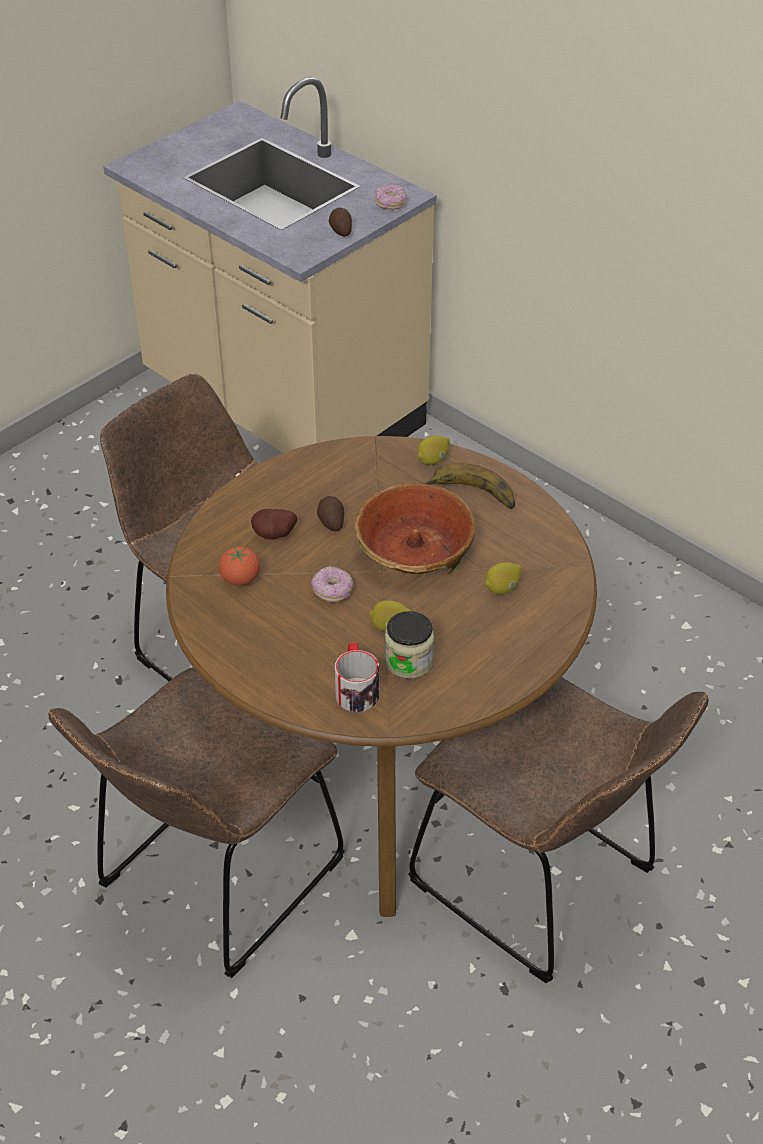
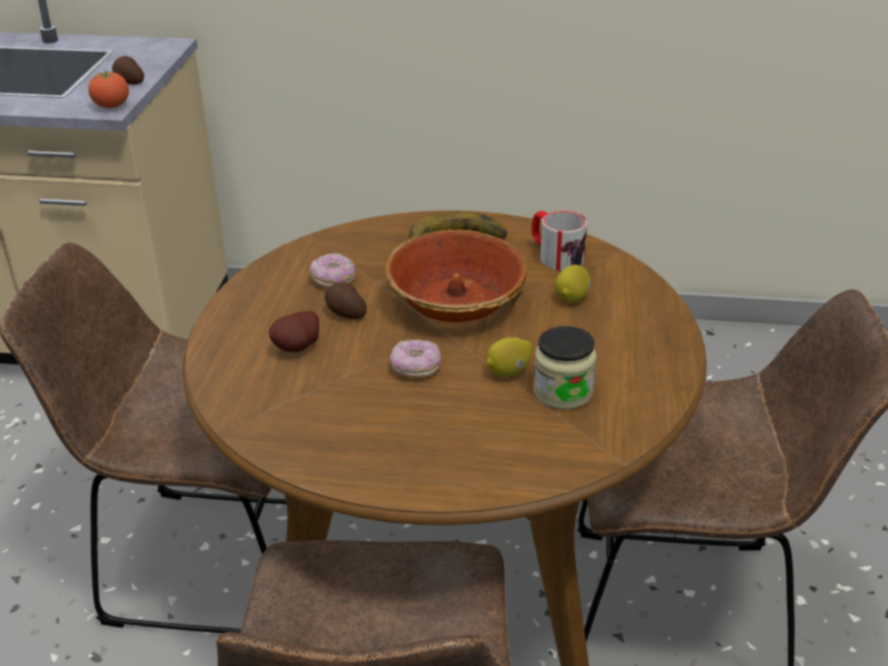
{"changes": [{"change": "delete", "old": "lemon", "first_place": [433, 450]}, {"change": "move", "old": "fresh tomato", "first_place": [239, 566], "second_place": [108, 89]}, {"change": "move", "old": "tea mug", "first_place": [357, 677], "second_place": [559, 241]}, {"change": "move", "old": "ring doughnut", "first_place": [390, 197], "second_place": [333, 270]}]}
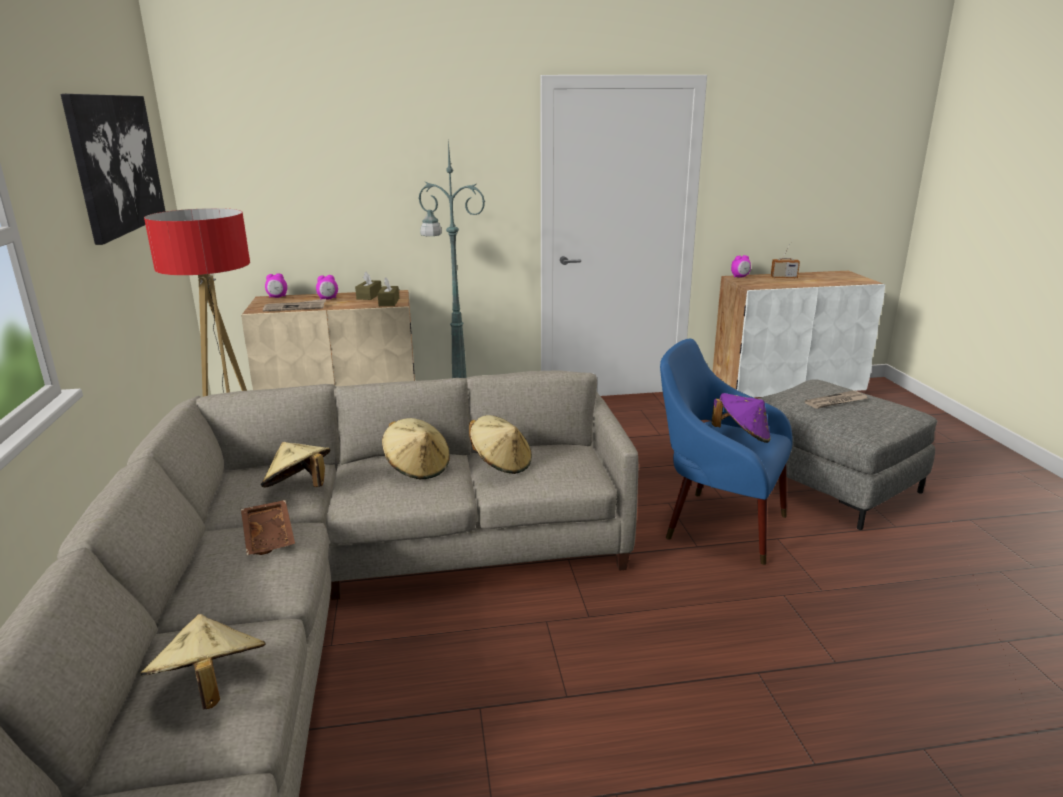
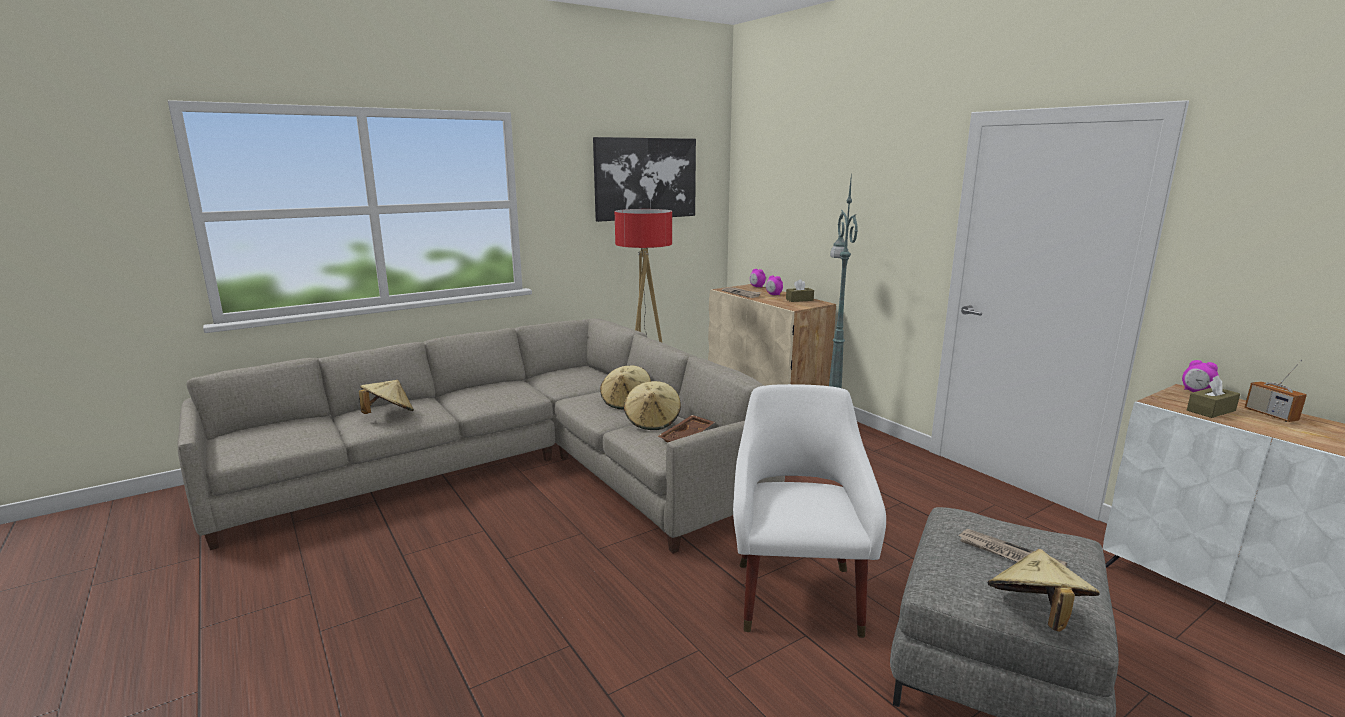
{"changes": [{"change": "delete", "old": "clothing hat/purple-coloured", "first_place": [741, 418]}, {"change": "move", "old": "tray/brown", "first_place": [268, 527], "second_place": [686, 428]}, {"change": "move", "old": "clothing hat/beige", "first_place": [295, 465], "second_place": [1044, 590]}, {"change": "move", "old": "tissue box/brown", "first_place": [388, 291], "second_place": [1213, 397]}, {"change": "recolor", "old": "lounge chair/bluish", "new": "lounge chair/white-coloured", "first_place": [726, 452], "second_place": [809, 511]}]}
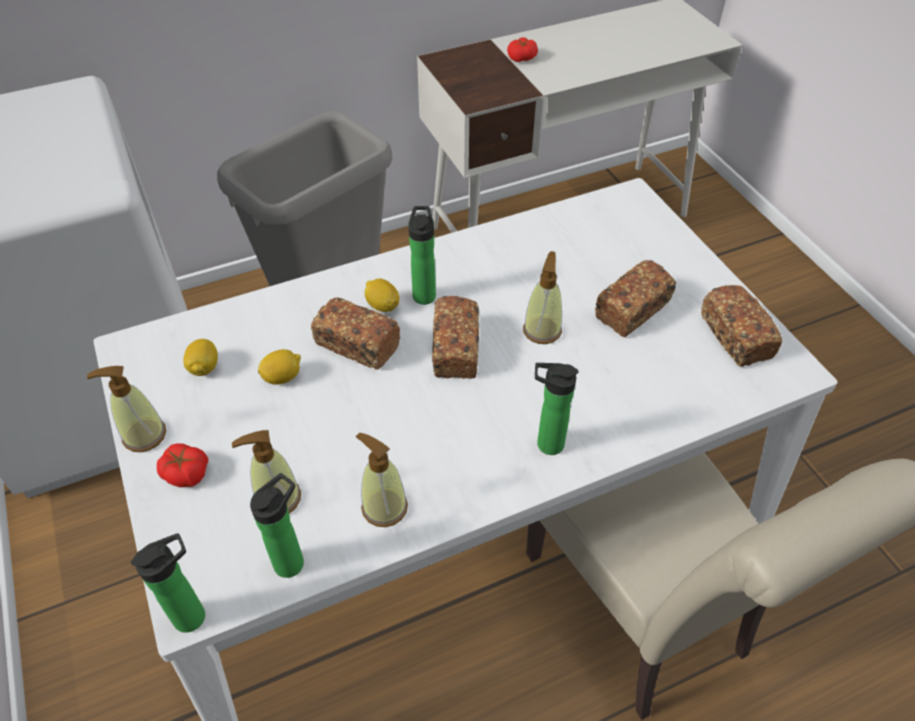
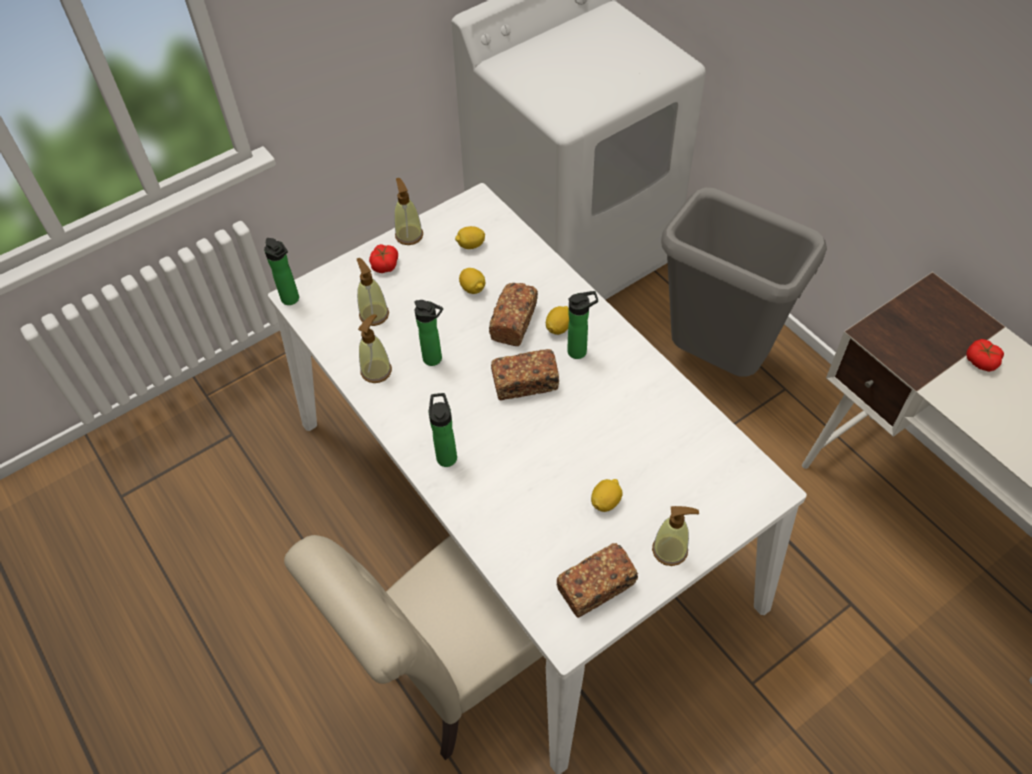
{"changes": [{"change": "move", "old": "drink bottle", "first_place": [277, 525], "second_place": [428, 333]}, {"change": "move", "old": "soap bottle", "first_place": [542, 297], "second_place": [675, 536]}, {"change": "replace", "old": "bread", "new": "lemon", "first_place": [635, 298], "second_place": [607, 495]}]}
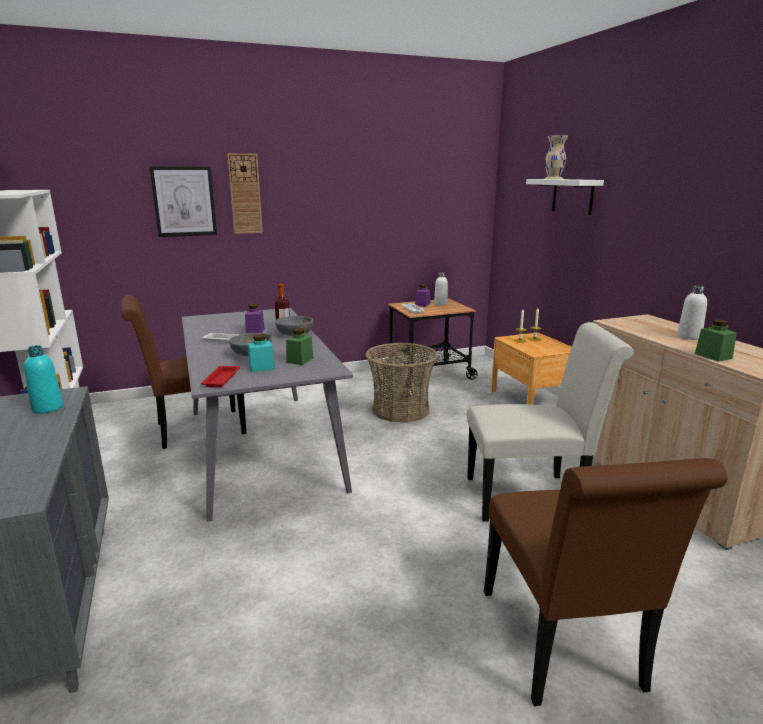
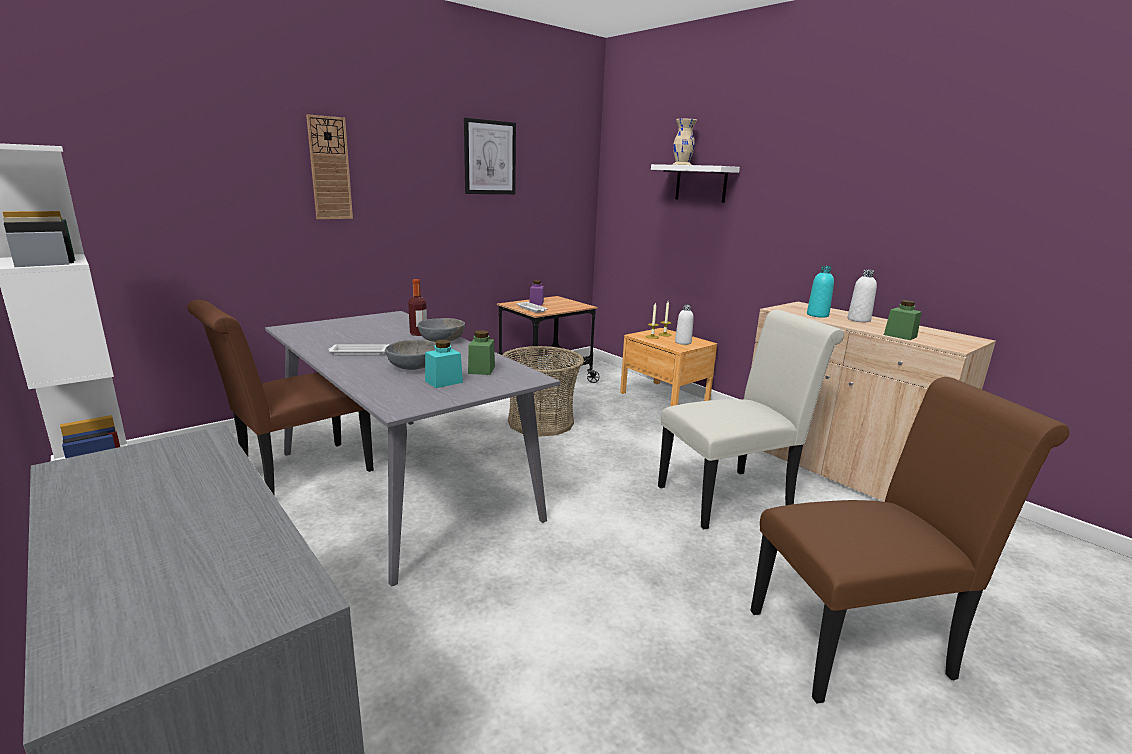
{"changes": [{"change": "delete", "old": "tray/red-coloured", "first_place": [220, 376]}, {"change": "delete", "old": "preserve jar/purple-coloured", "first_place": [255, 318]}, {"change": "move", "old": "drink bottle/blue-green", "first_place": [43, 379], "second_place": [820, 292]}, {"change": "move", "old": "wall picture", "first_place": [183, 201], "second_place": [490, 156]}, {"change": "move", "old": "drink bottle/white-coloured", "first_place": [441, 288], "second_place": [684, 324]}, {"change": "rotate", "old": "chair/brown", "first_place": [606, 582], "second_place": [909, 540], "degrees": -75}]}
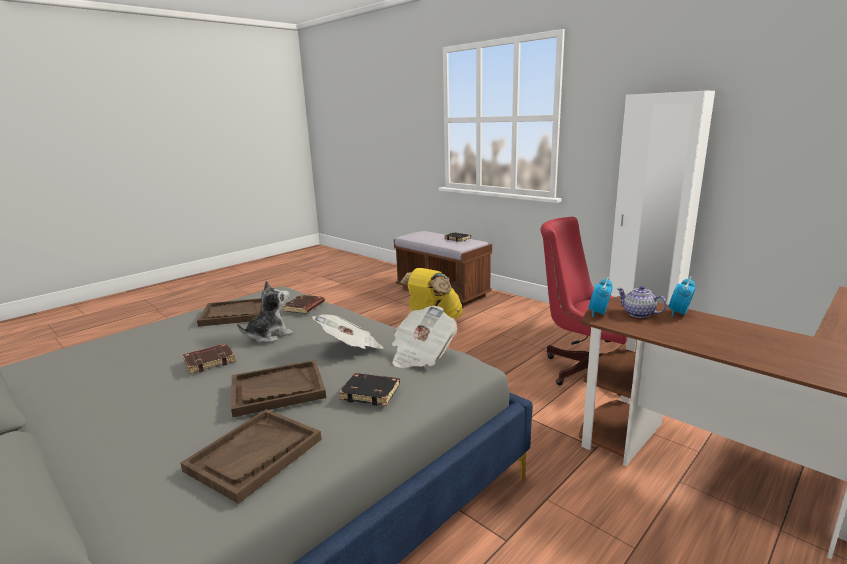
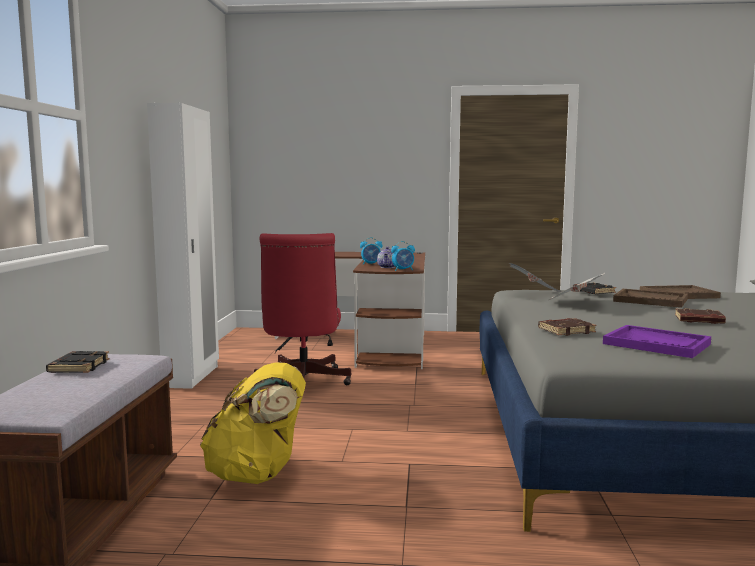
{"changes": [{"change": "delete", "old": "plush toy", "first_place": [265, 311]}, {"change": "recolor", "old": "tray/brown", "new": "tray/purple-coloured", "first_place": [230, 312], "second_place": [657, 341]}]}
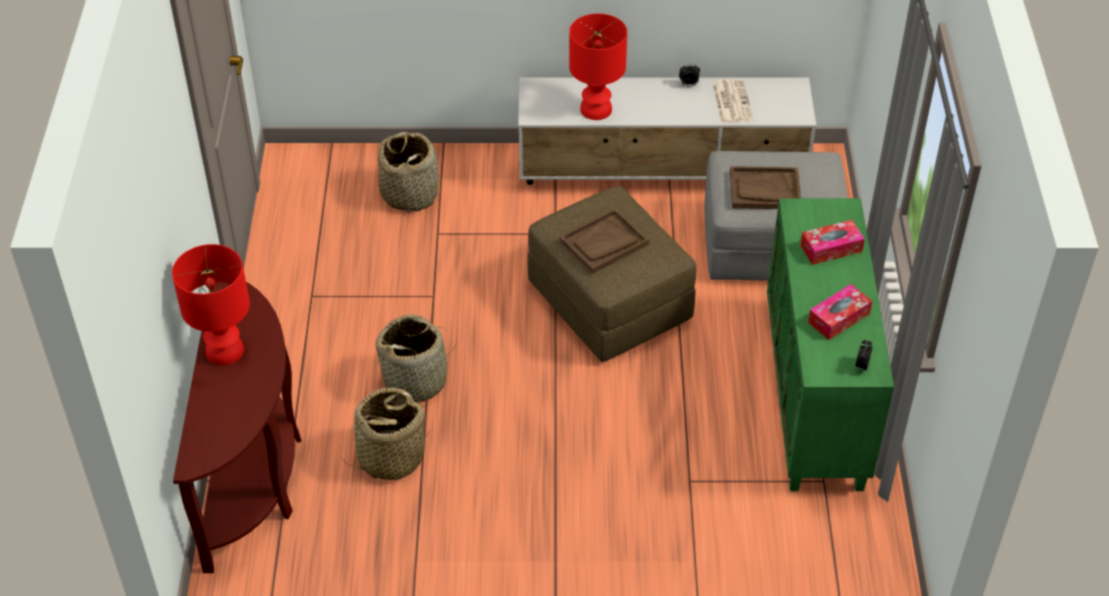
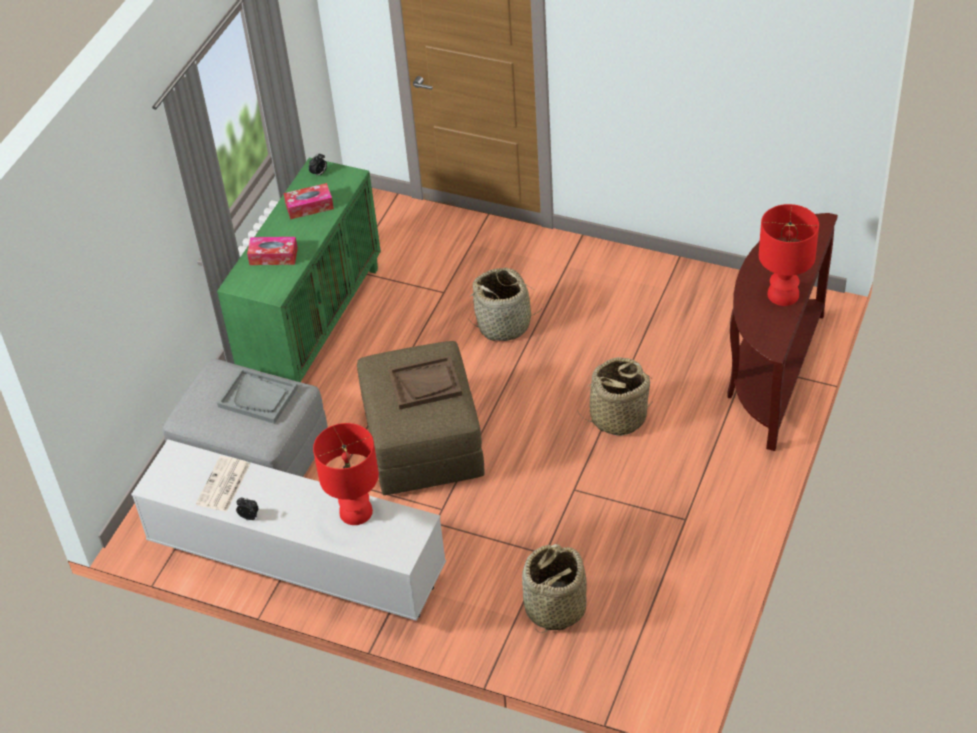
{"changes": [{"change": "move", "old": "storage basket", "first_place": [384, 434], "second_place": [506, 304]}, {"change": "recolor", "old": "tray/brown", "new": "tray/gray", "first_place": [765, 187], "second_place": [257, 396]}]}
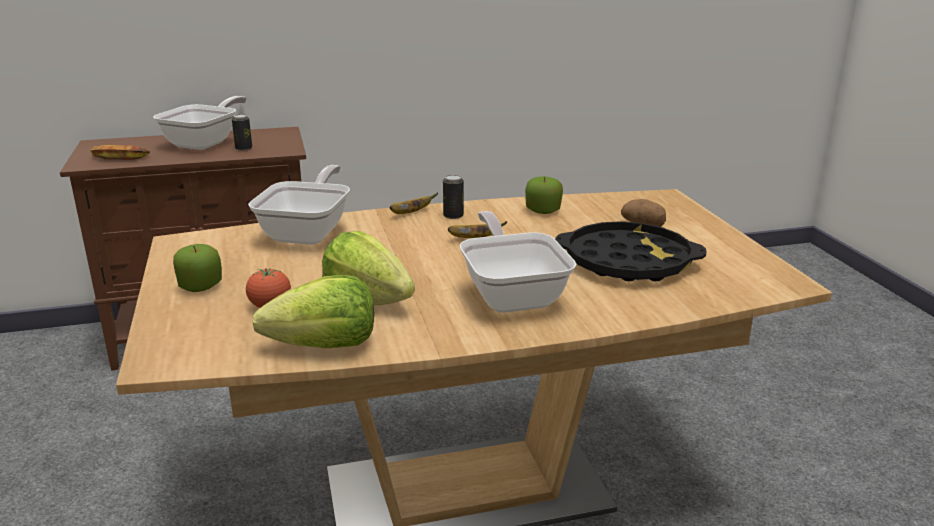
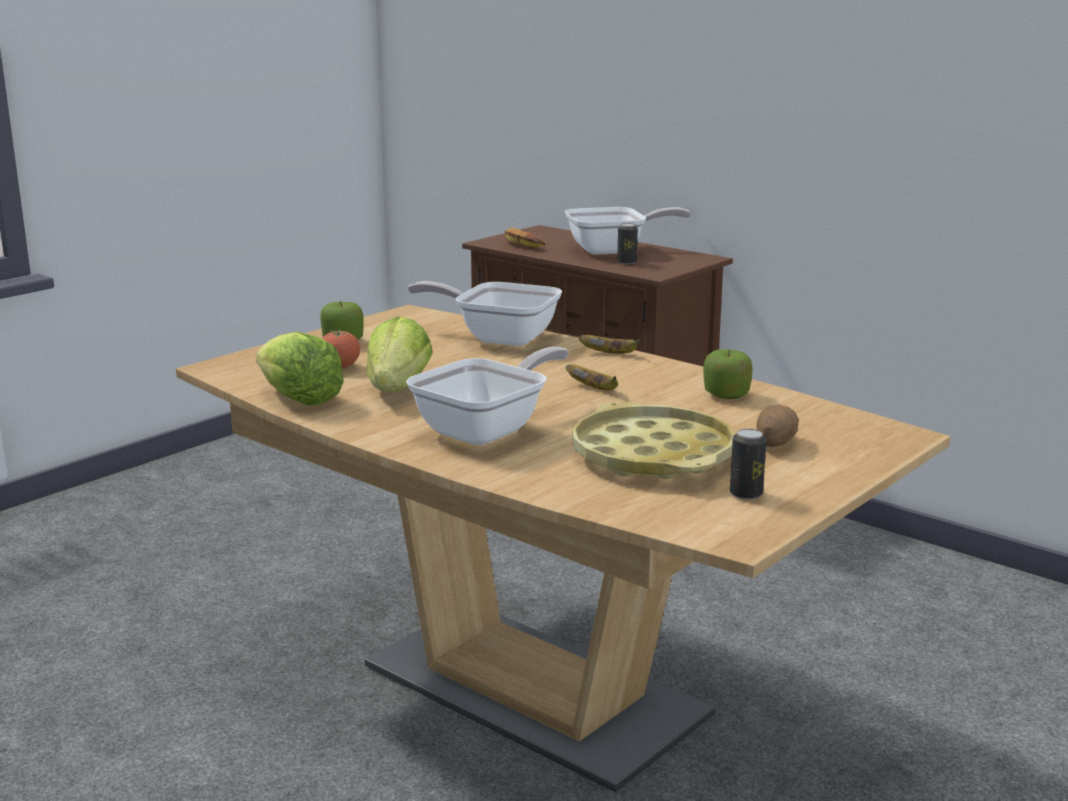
{"changes": [{"change": "move", "old": "sealed can", "first_place": [453, 197], "second_place": [748, 464]}, {"change": "recolor", "old": "tray/black", "new": "tray/yellow", "first_place": [630, 251], "second_place": [653, 440]}, {"change": "rotate", "old": "pan", "first_place": [299, 205], "second_place": [485, 313], "degrees": -135}]}
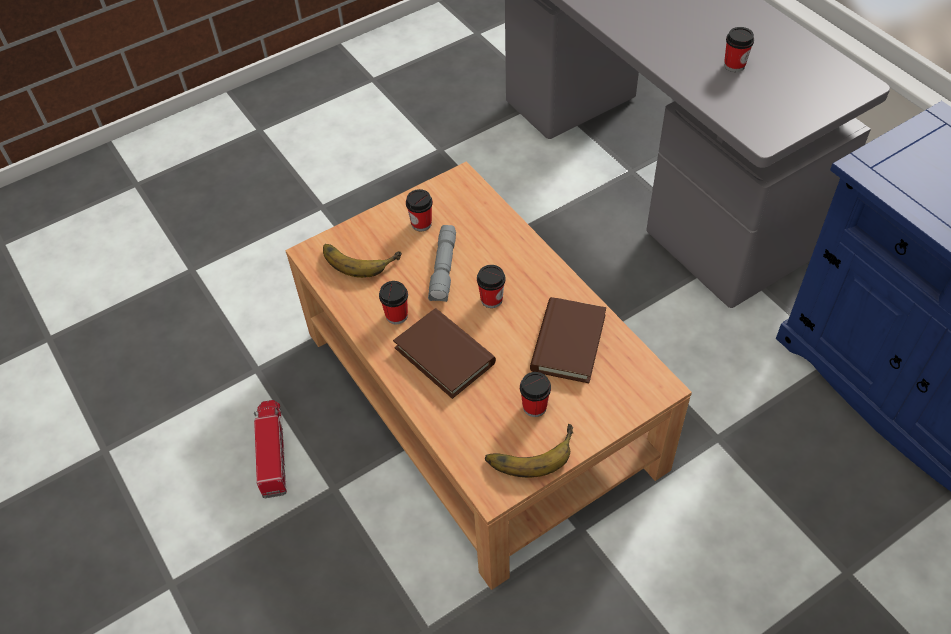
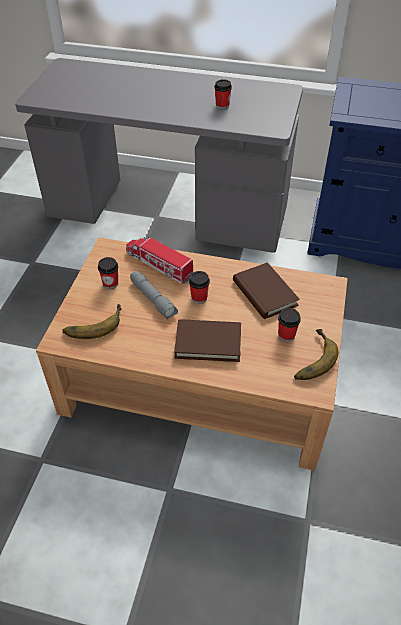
{"changes": [{"change": "delete", "old": "small cup", "first_place": [393, 302]}, {"change": "move", "old": "model truck", "first_place": [270, 449], "second_place": [159, 260]}]}
